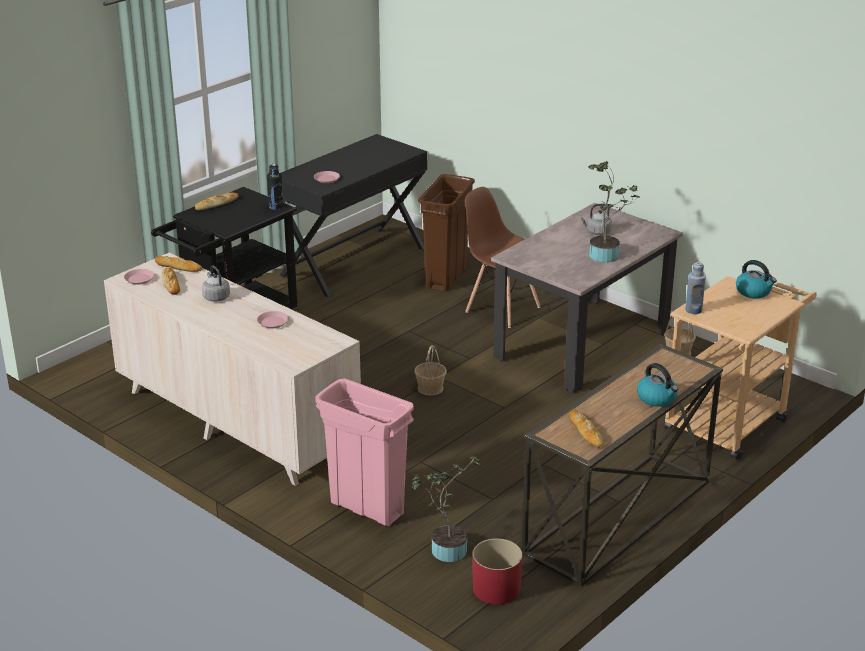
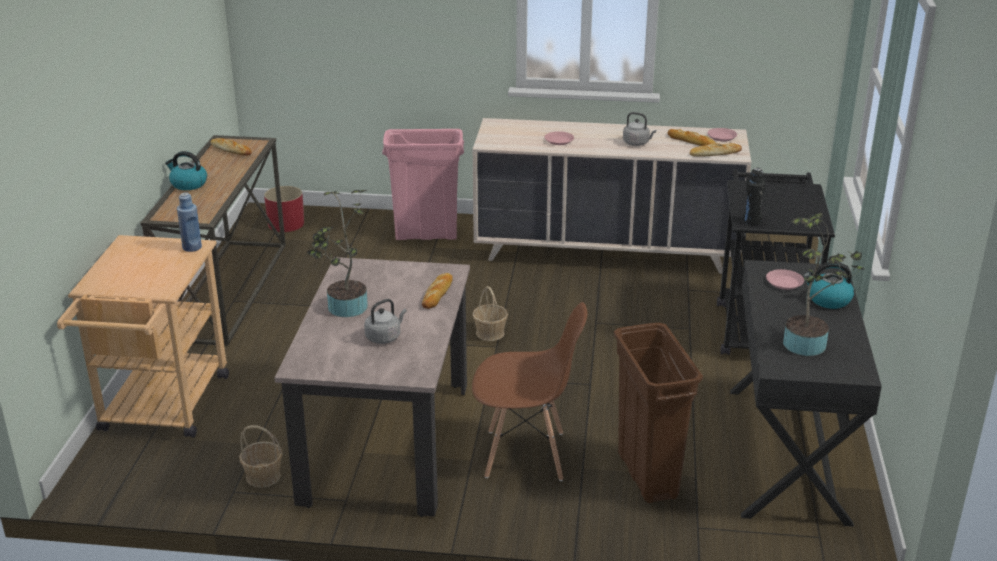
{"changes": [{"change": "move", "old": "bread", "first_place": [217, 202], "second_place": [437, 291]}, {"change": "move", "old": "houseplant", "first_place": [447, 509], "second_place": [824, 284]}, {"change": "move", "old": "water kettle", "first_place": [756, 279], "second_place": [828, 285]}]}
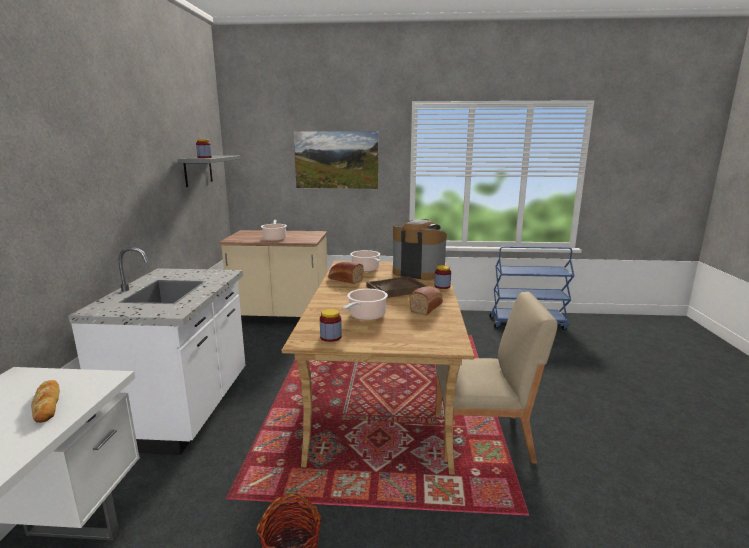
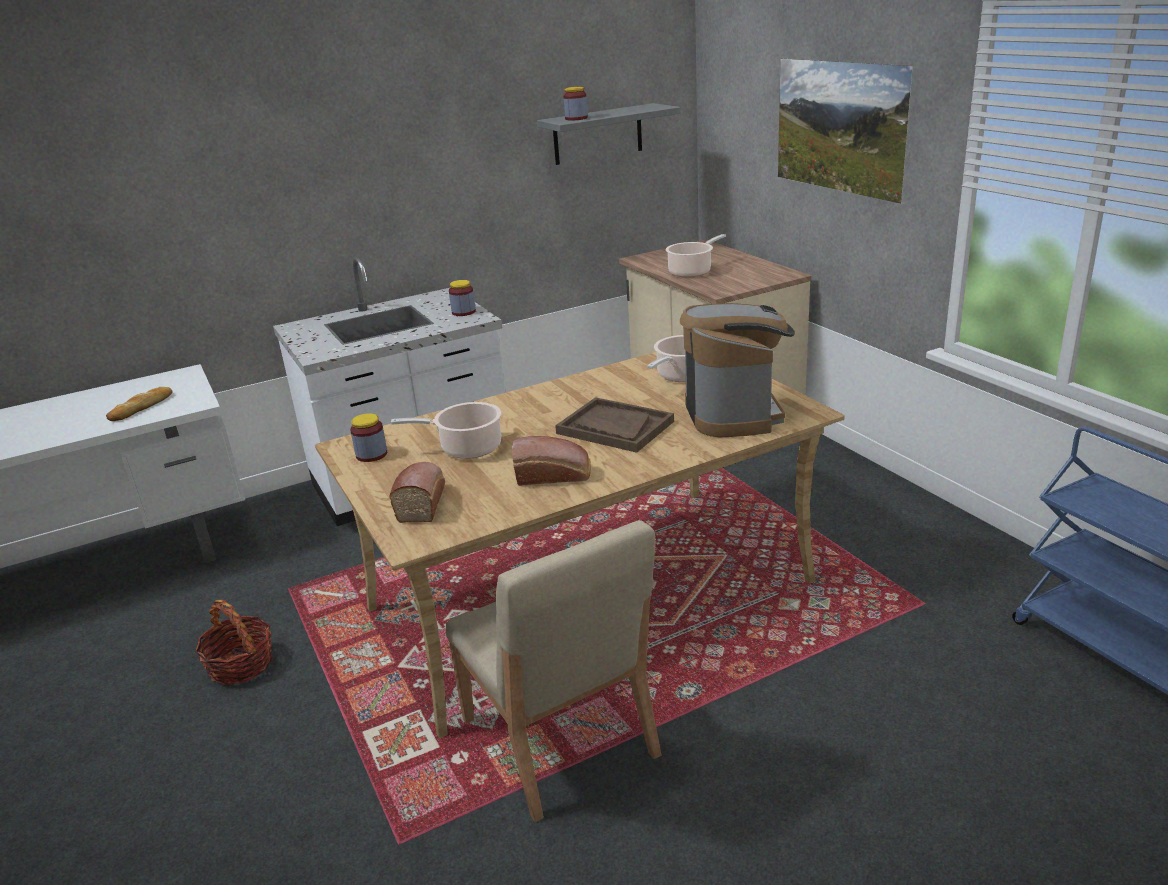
{"changes": [{"change": "move", "old": "bread", "first_place": [346, 272], "second_place": [417, 492]}, {"change": "move", "old": "preserve jar", "first_place": [442, 277], "second_place": [462, 298]}]}
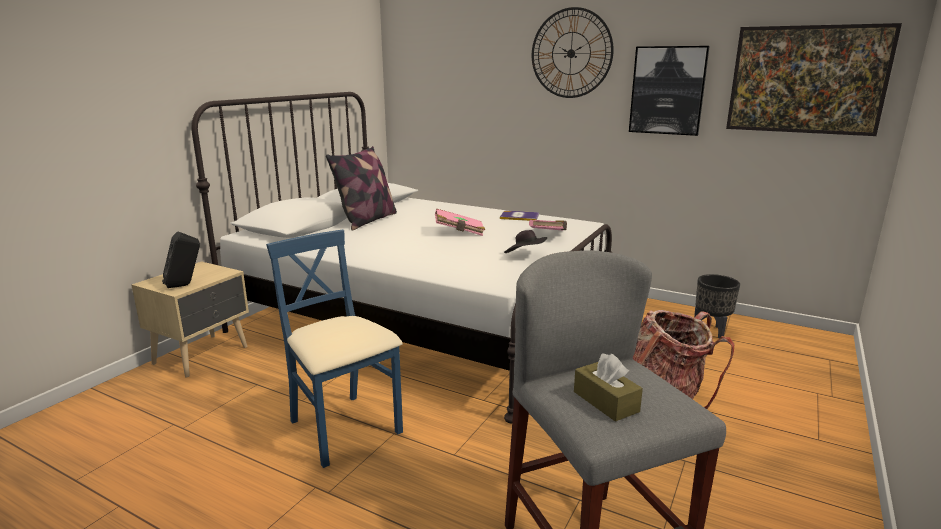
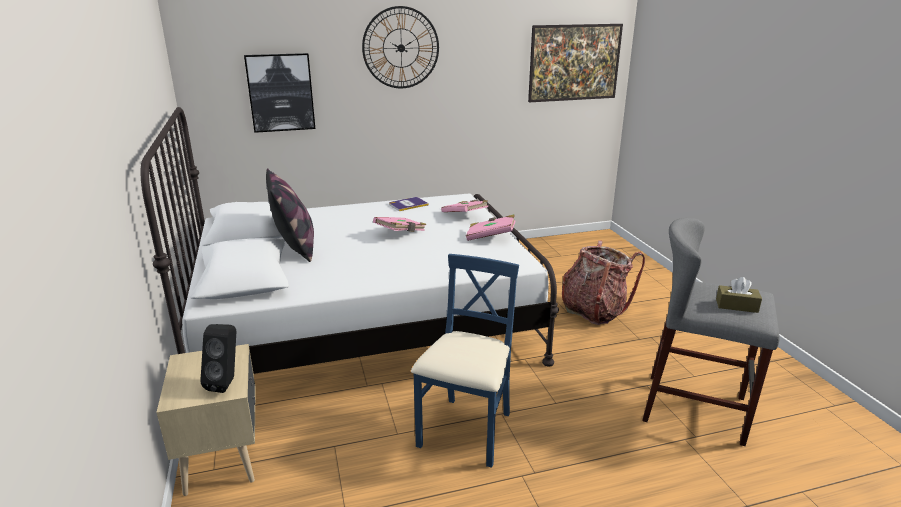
{"changes": [{"change": "delete", "old": "planter/black", "first_place": [717, 306]}, {"change": "move", "old": "wall picture", "first_place": [669, 91], "second_place": [279, 93]}, {"change": "replace", "old": "clothing hat/black", "new": "volume/pink-coloured", "first_place": [525, 241], "second_place": [491, 227]}, {"change": "rotate", "old": "chair/bluish", "first_place": [334, 349], "second_place": [465, 361], "degrees": 105}]}
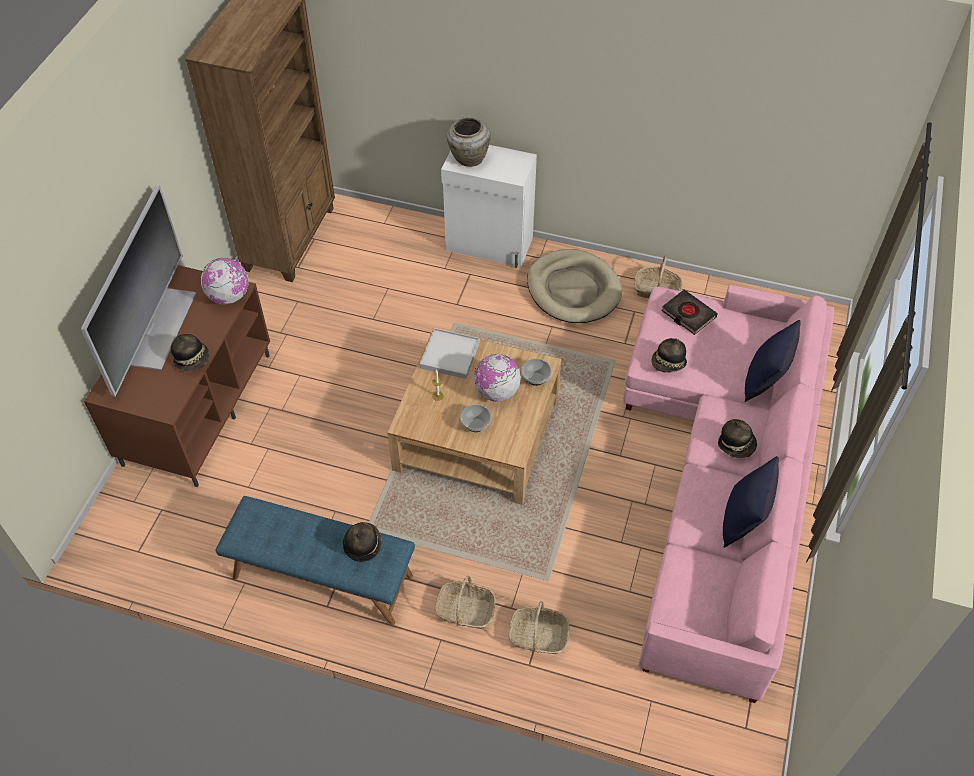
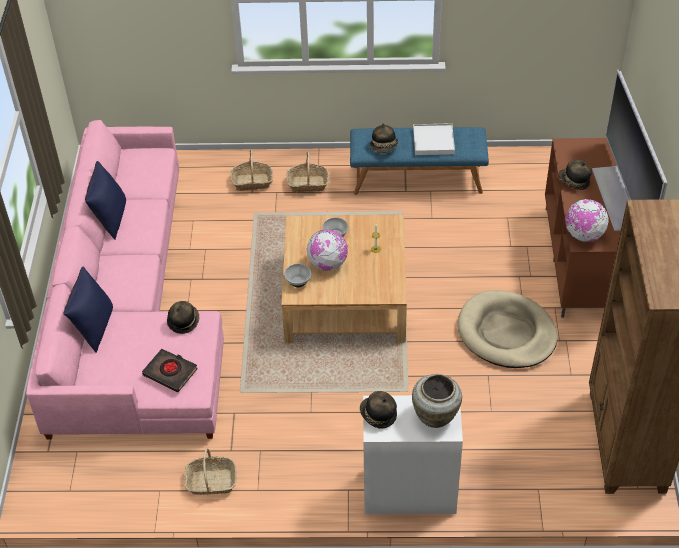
{"changes": [{"change": "move", "old": "tray/white-coloured", "first_place": [450, 353], "second_place": [434, 139]}, {"change": "move", "old": "dog bed/beige", "first_place": [574, 286], "second_place": [508, 329]}, {"change": "move", "old": "clothing hat", "first_place": [737, 438], "second_place": [378, 410]}]}
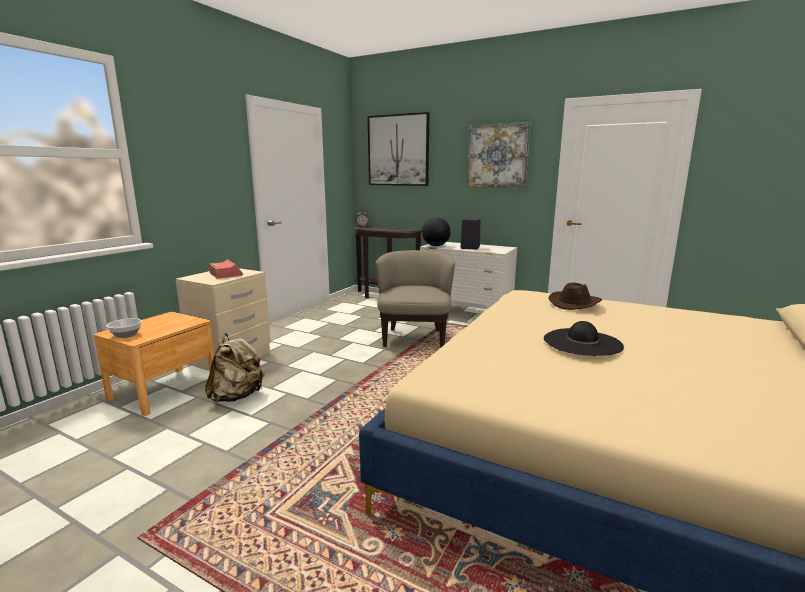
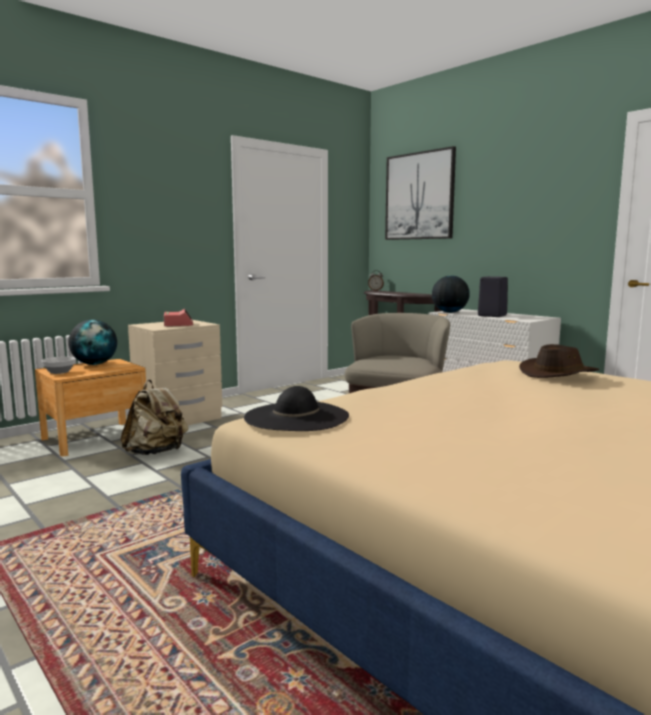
{"changes": [{"change": "delete", "old": "wall picture", "first_place": [498, 154]}, {"change": "insert", "new": "desk globe", "second_place": [93, 342]}, {"change": "move", "old": "clothing hat/black", "first_place": [584, 338], "second_place": [296, 408]}]}
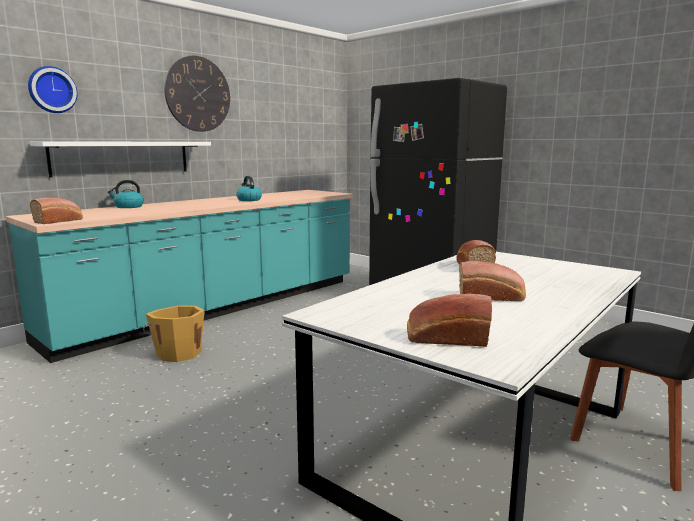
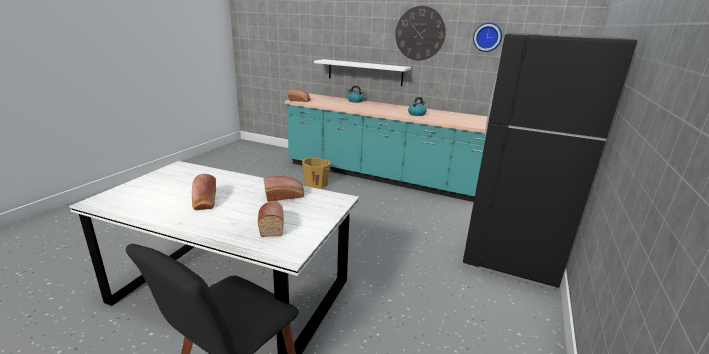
{"changes": [{"change": "move", "old": "hanging clock", "first_place": [52, 89], "second_place": [487, 37]}, {"change": "move", "old": "bread", "first_place": [449, 320], "second_place": [271, 219]}]}
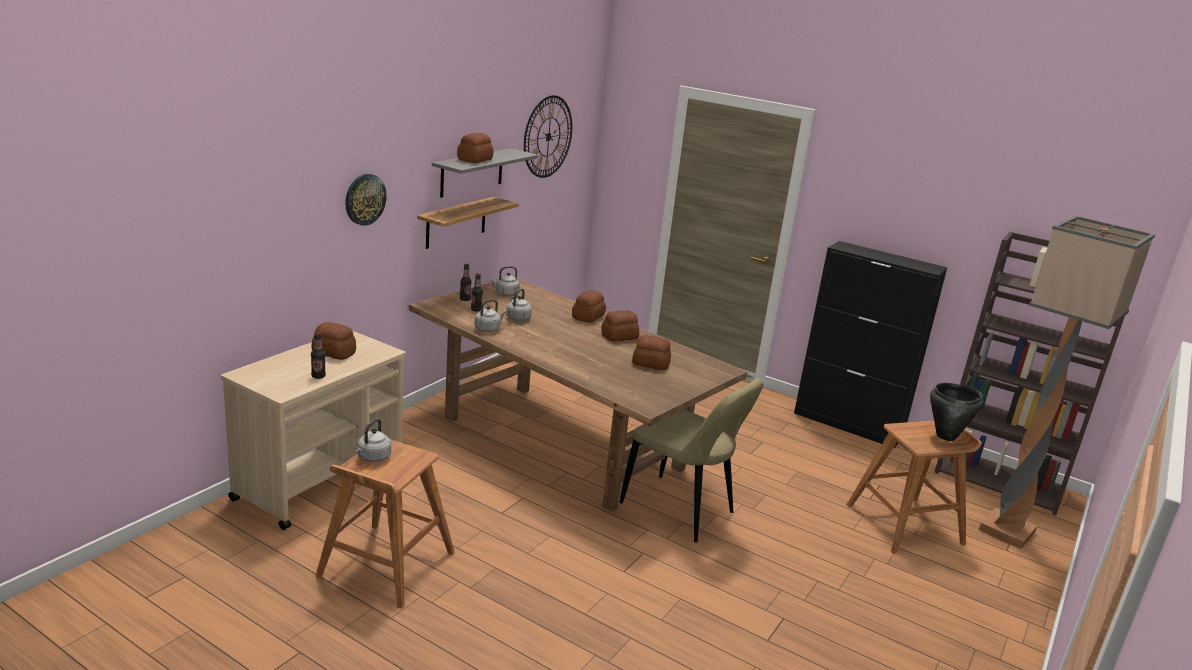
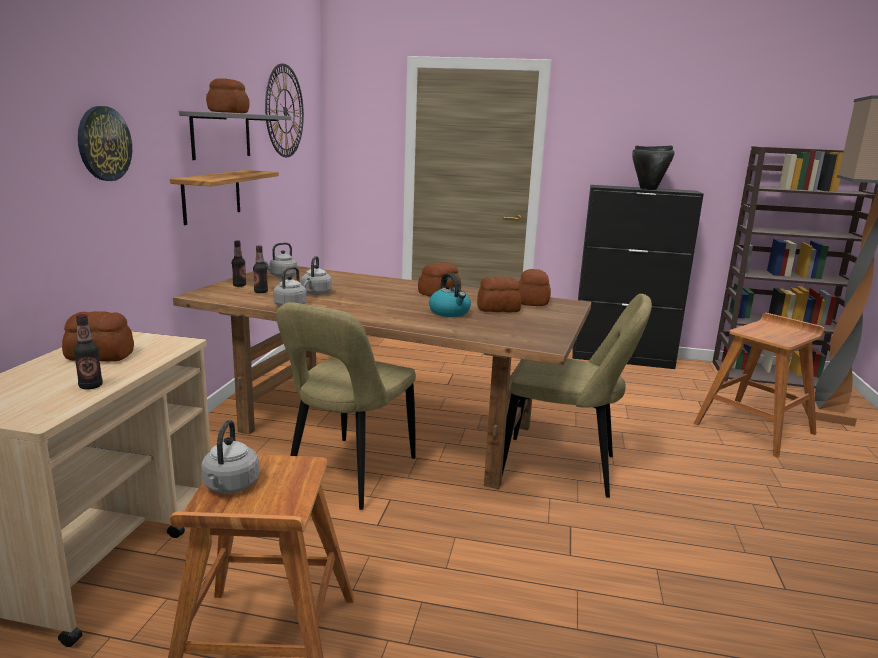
{"changes": [{"change": "insert", "new": "chair/beige", "second_place": [346, 406]}, {"change": "insert", "new": "water kettle", "second_place": [450, 295]}, {"change": "move", "old": "bread", "first_place": [589, 306], "second_place": [535, 287]}, {"change": "move", "old": "stockpot/black", "first_place": [956, 412], "second_place": [653, 168]}]}
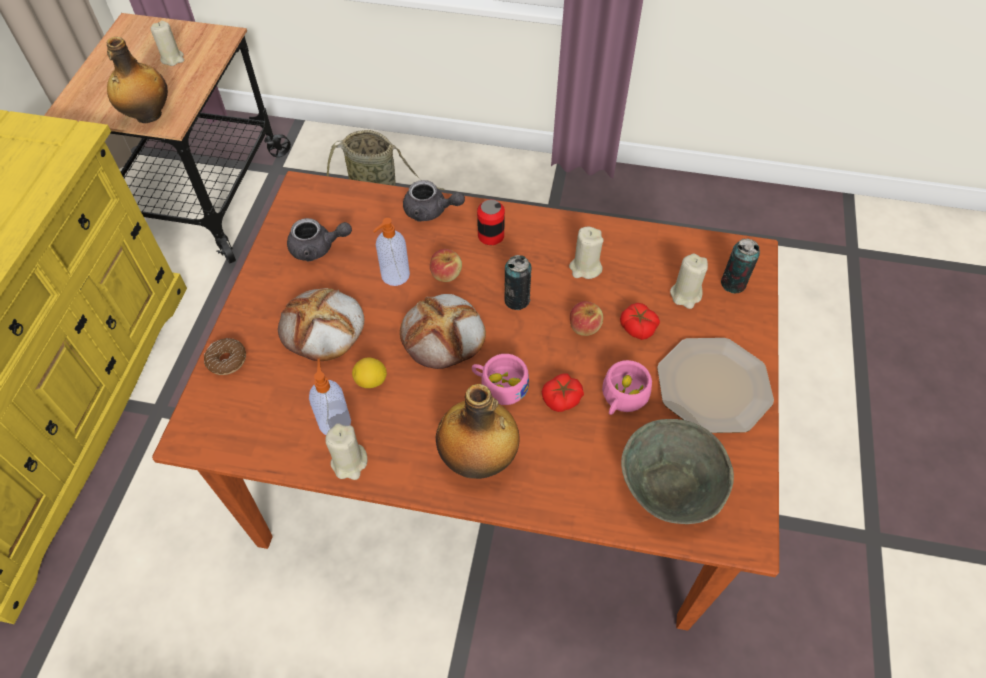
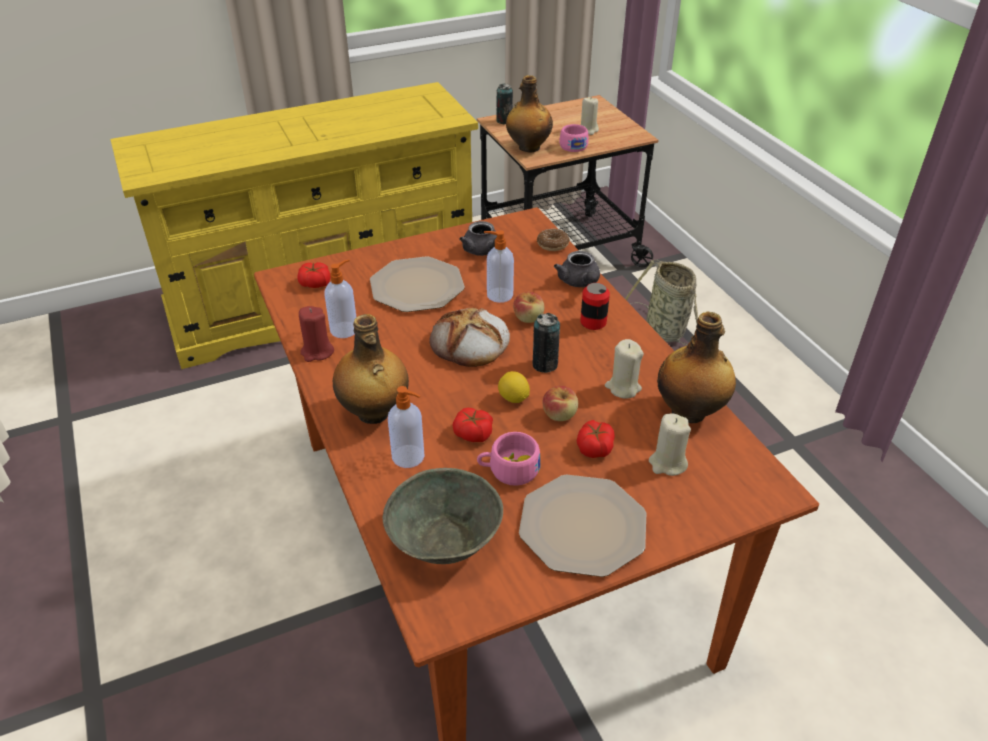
{"changes": [{"change": "insert", "new": "fresh tomato", "second_place": [314, 275]}, {"change": "insert", "new": "soap bottle", "second_place": [406, 427]}, {"change": "insert", "new": "drink bottle", "second_place": [696, 367]}, {"change": "move", "old": "ring doughnut", "first_place": [225, 356], "second_place": [553, 240]}, {"change": "move", "old": "lemon", "first_place": [369, 373], "second_place": [514, 387]}, {"change": "move", "old": "small cup/pink-coloured", "first_place": [500, 379], "second_place": [573, 138]}, {"change": "move", "old": "sealed can", "first_place": [740, 266], "second_place": [504, 104]}, {"change": "replace", "old": "bread", "new": "flat dish", "first_place": [321, 324], "second_place": [417, 284]}, {"change": "recolor", "old": "wax candle/beige", "new": "wax candle/red-coloured", "first_place": [346, 451], "second_place": [316, 334]}]}
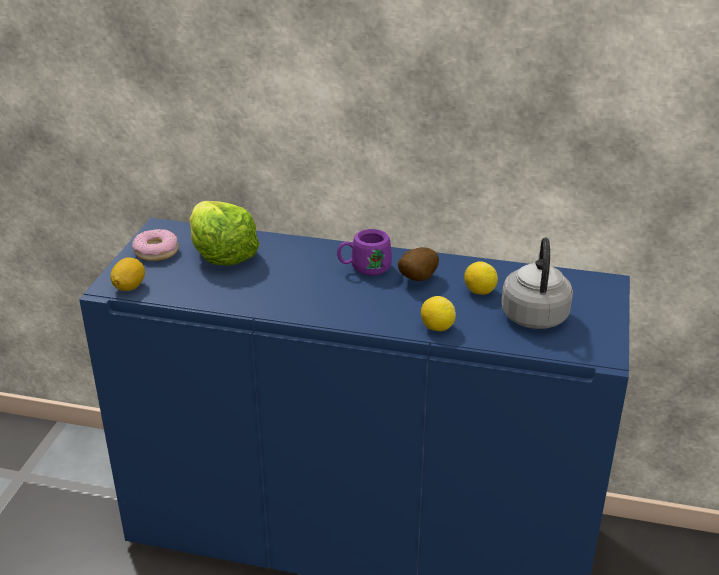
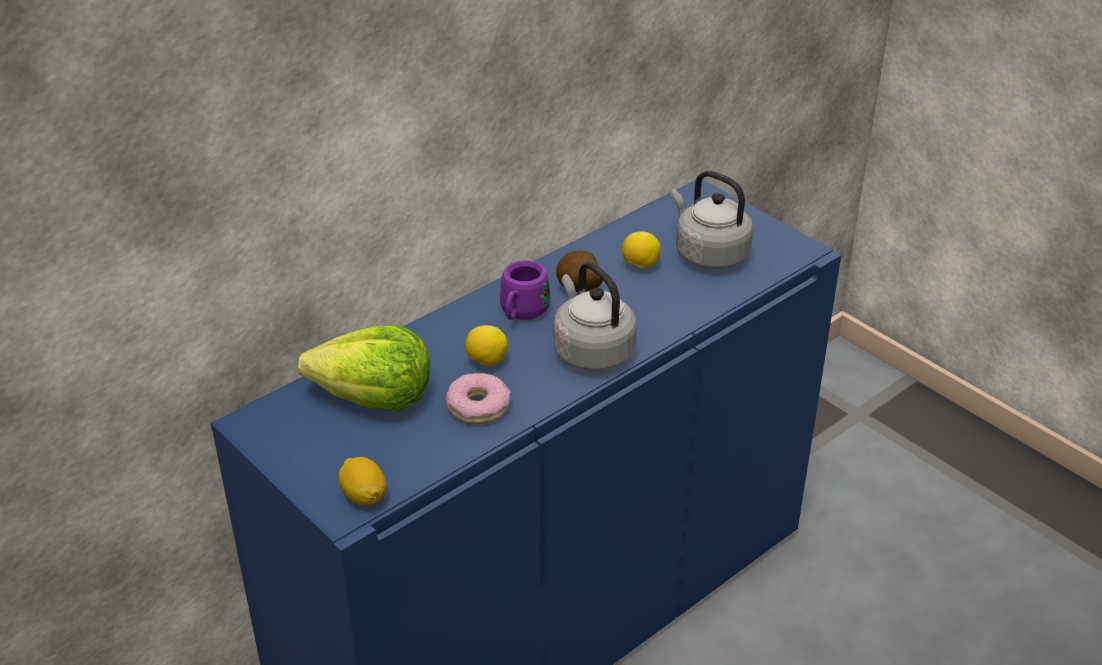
{"changes": [{"change": "insert", "new": "water kettle/gray", "second_place": [595, 316]}, {"change": "move", "old": "ring doughnut", "first_place": [155, 245], "second_place": [478, 398]}, {"change": "move", "old": "lemon", "first_place": [438, 313], "second_place": [486, 346]}]}
